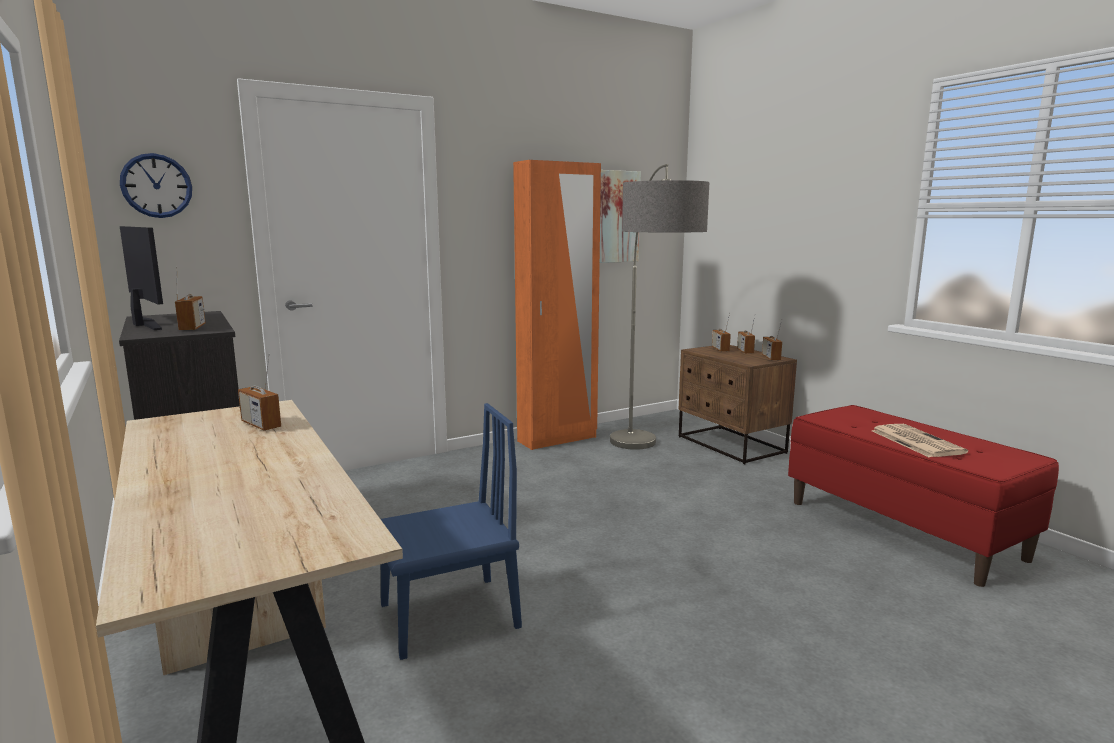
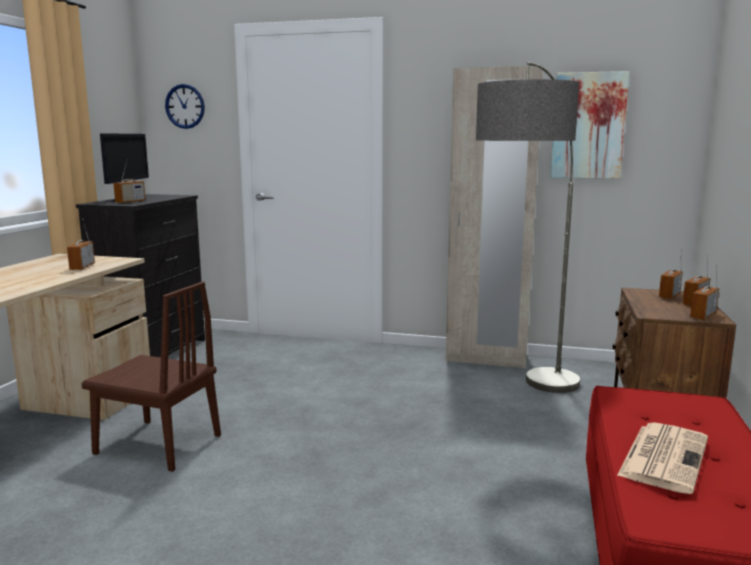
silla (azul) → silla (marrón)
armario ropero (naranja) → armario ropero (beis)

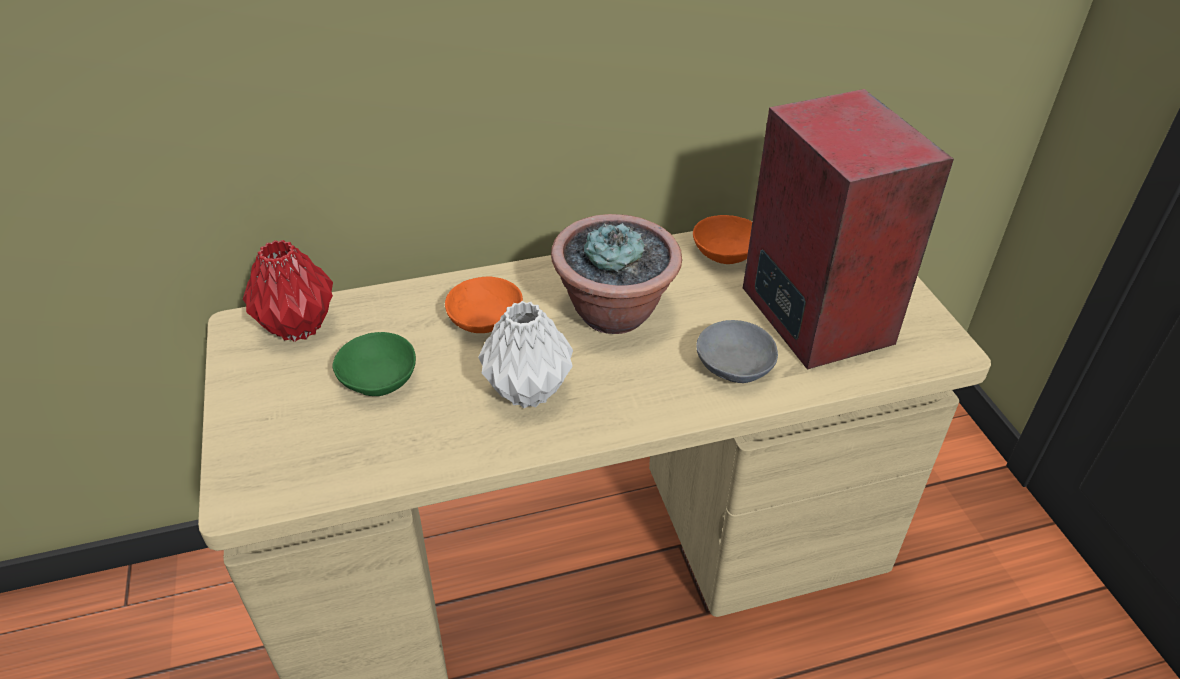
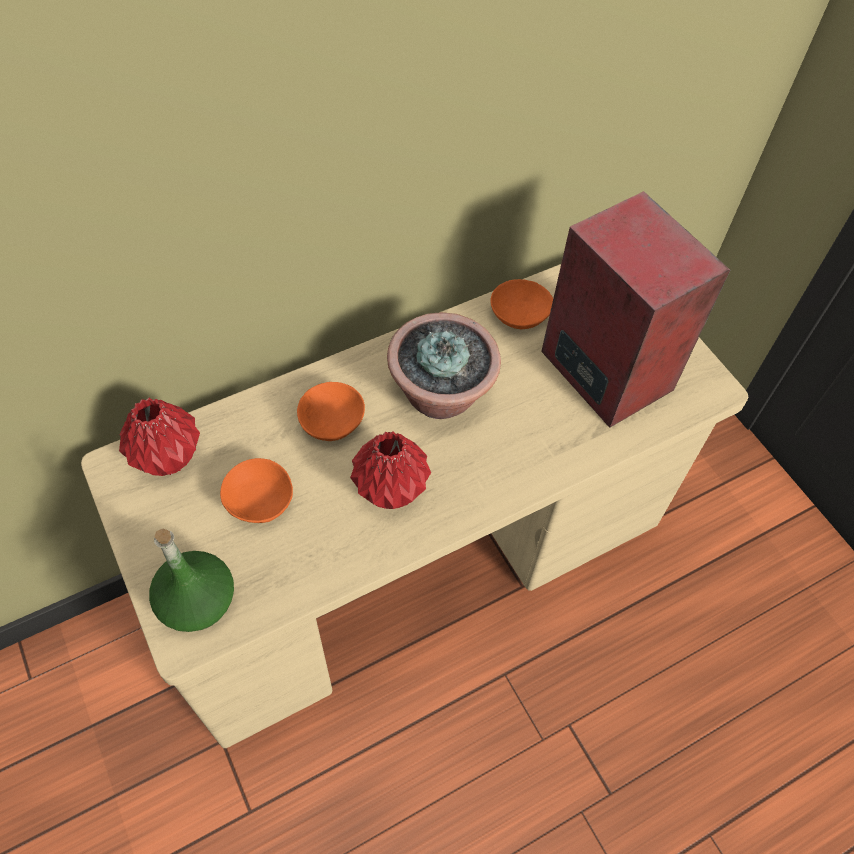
- → botella (verde)
cuenco (verde) → cuenco (naranja) (no. 1 from left)
florero (blanco) → florero (rojo) (no. 2 from left)
cuenco (gris) → -

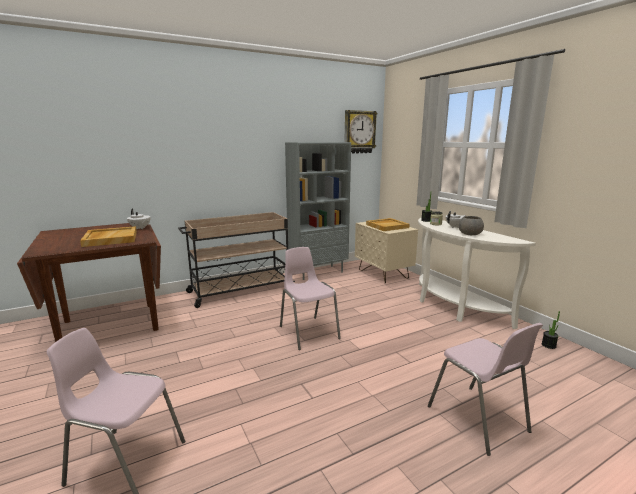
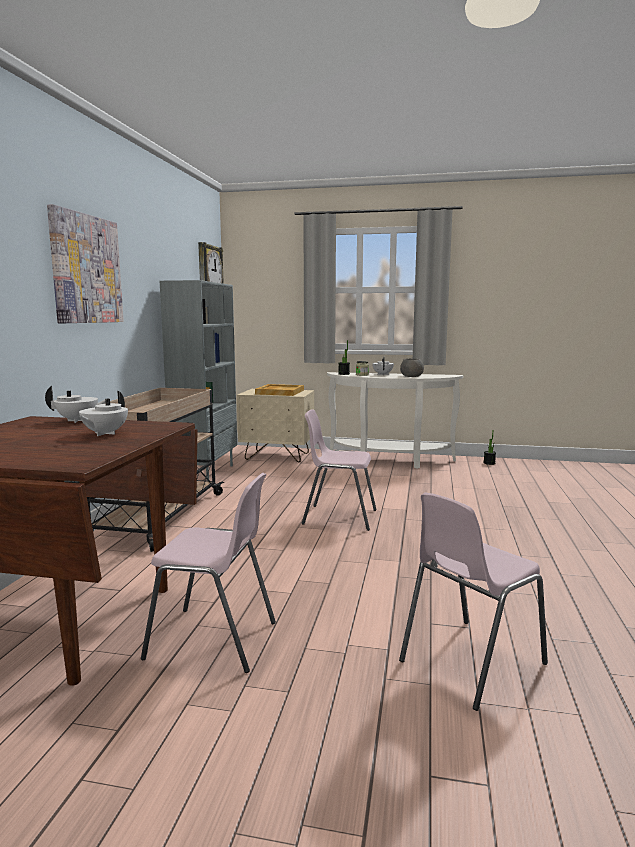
- → cuadro
bandeja (beis) (no. 1 from left) → tetera (blanco) (no. 2 from left)
silla (rosa) (no. 3 from left in the first image) → silla (rosa) (no. 1 from left), relocated

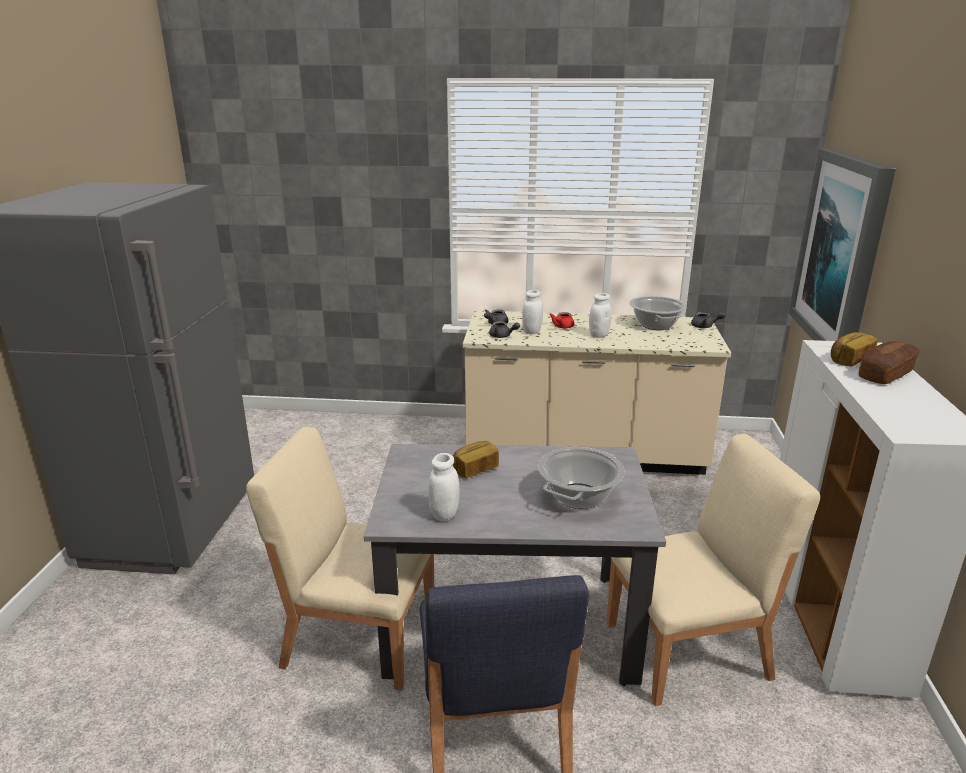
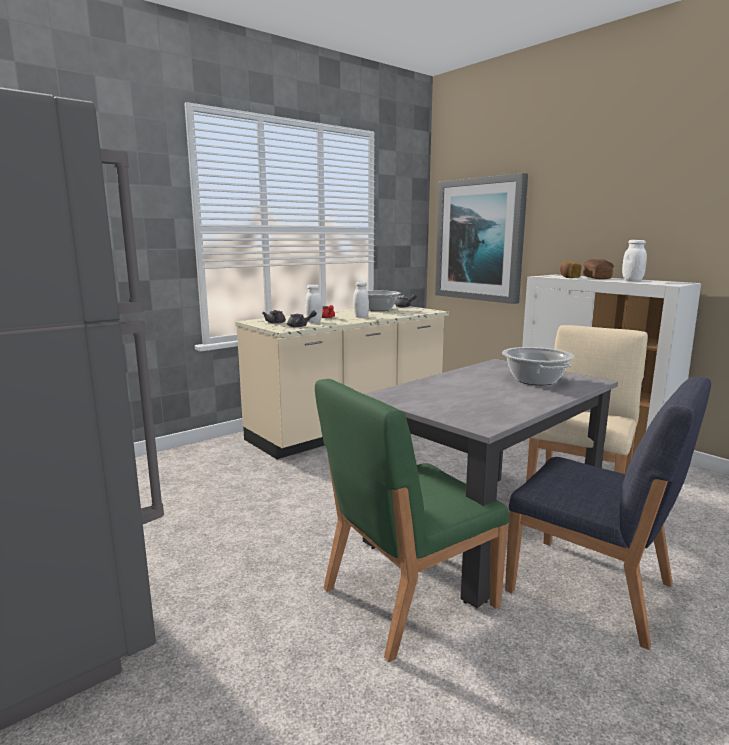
silla (beis) (no. 1 from left) → silla (verde)
tarro (blanco) (no. 1 from left in the first image) → tarro (blanco) (no. 3 from left), relocated
pan (no. 1 from left) → -

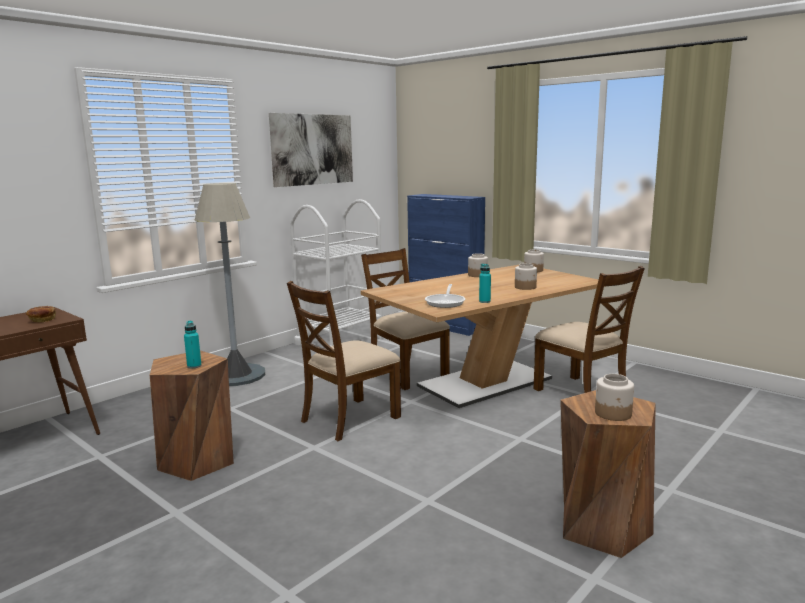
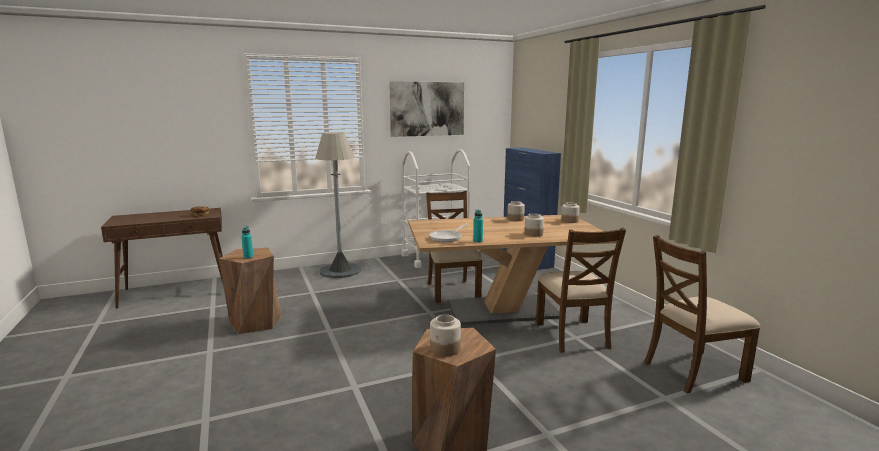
silla (marrón) (no. 1 from left in the first image) → silla (marrón) (no. 3 from left), relocated

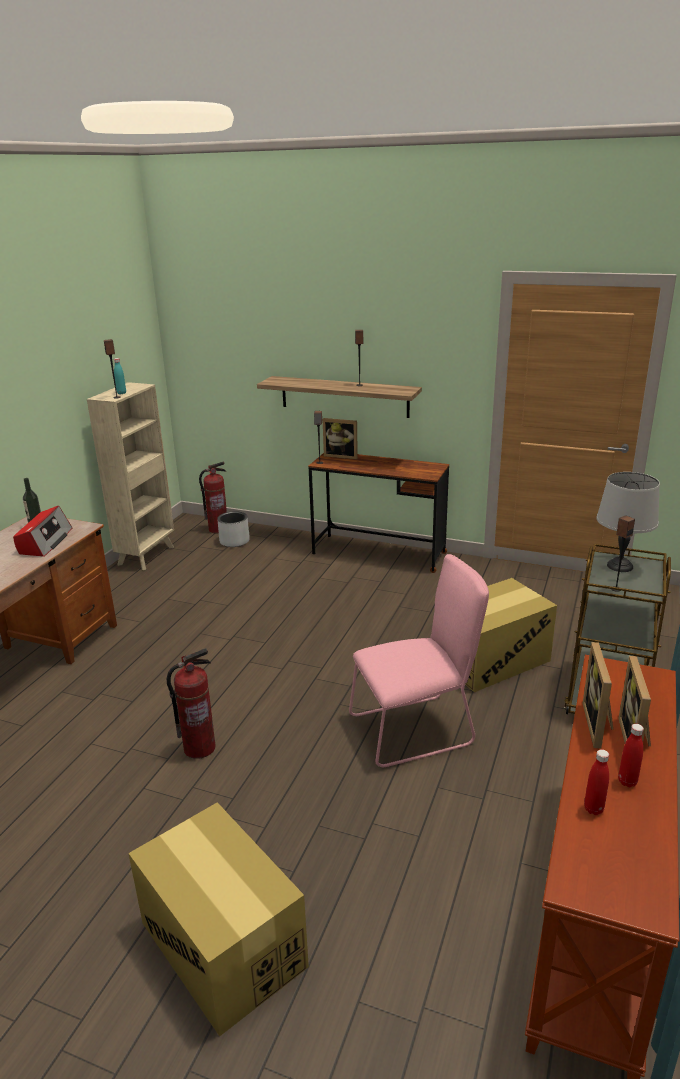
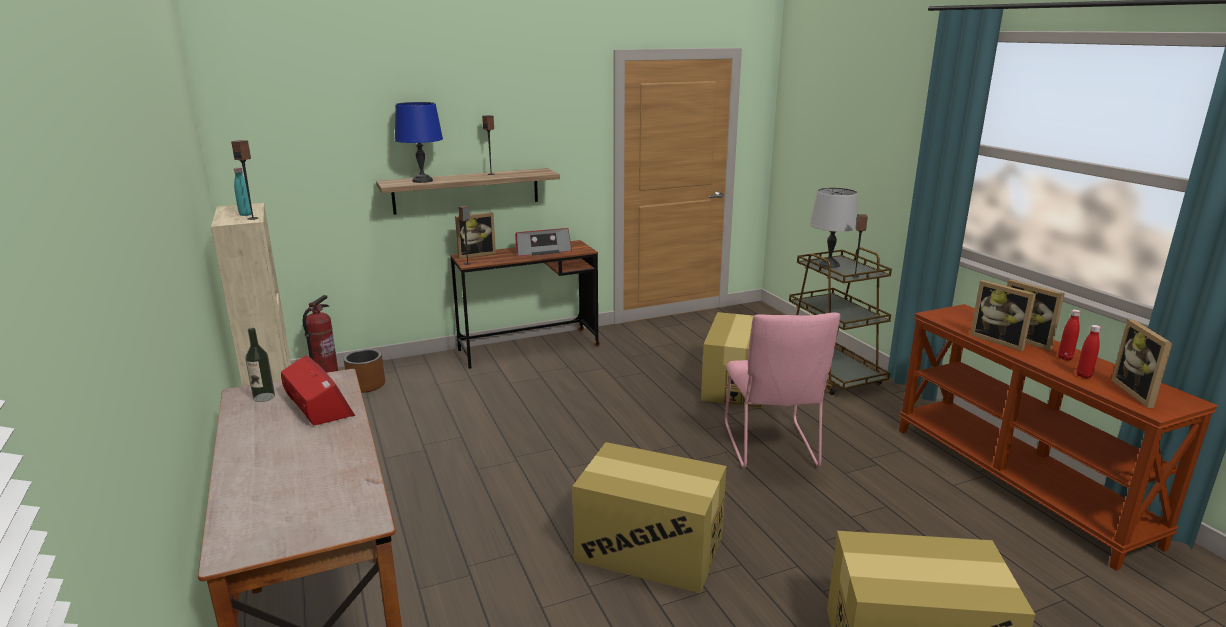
maceta (gris) → maceta (marrón)
- → lámpara de mesa (azul)
- → radio (no. 2 from left)
extintor (no. 1 from left) → caja de cartón (no. 1 from left)
silla (rosa), 150 degrees clockwise
- → portarretratos (no. 4 from left)

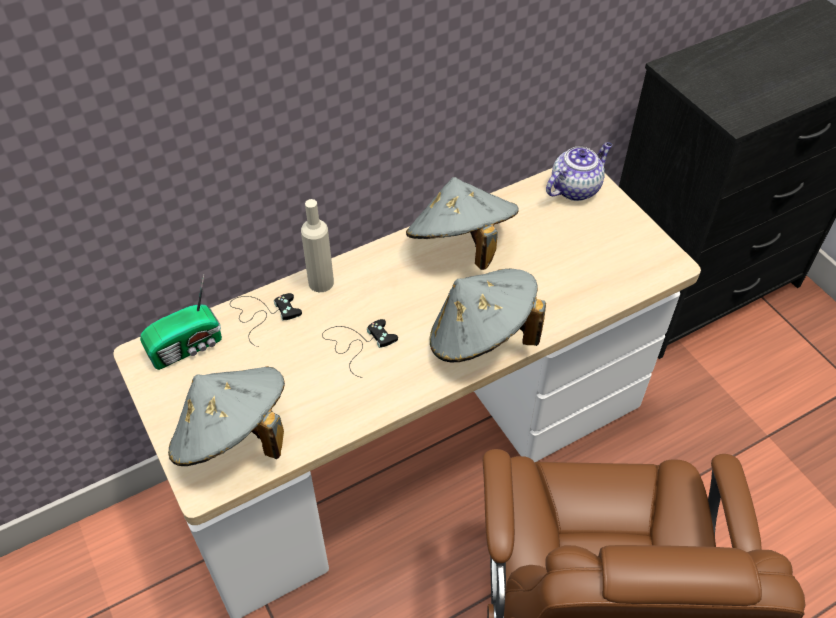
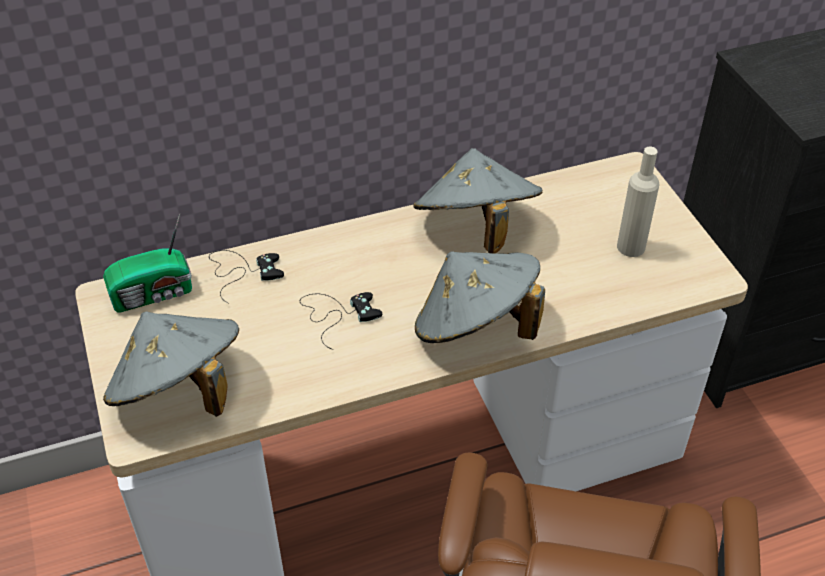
botella (beis), relocated
tetera → -

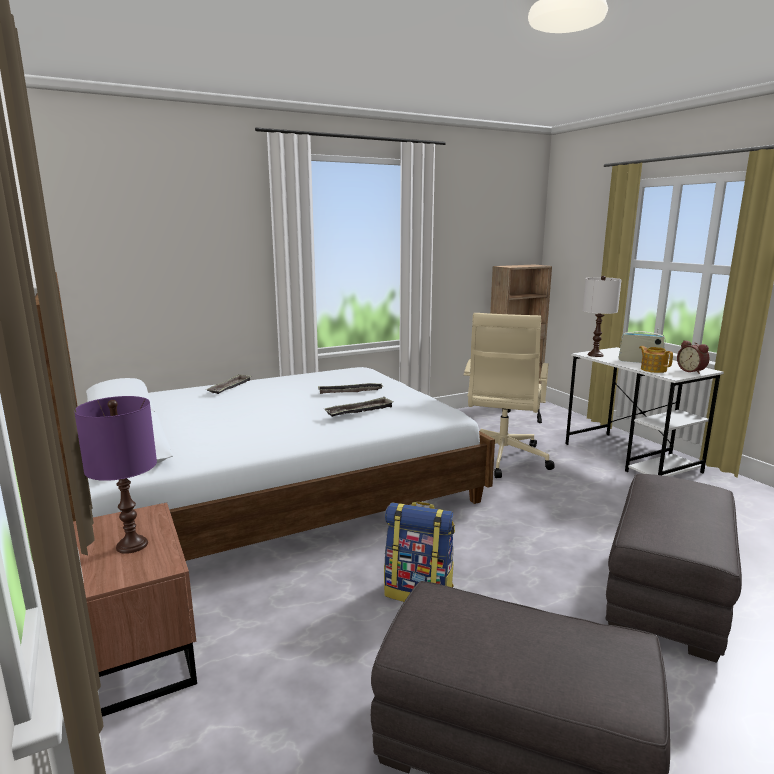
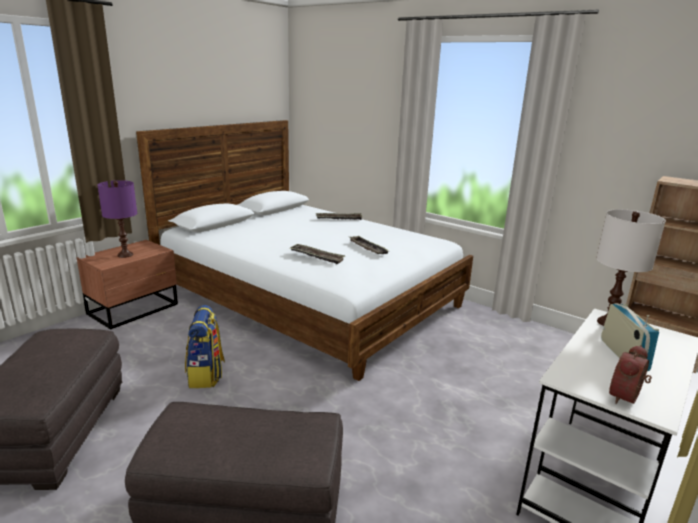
silla de oficina (beis) → -
tetera → -

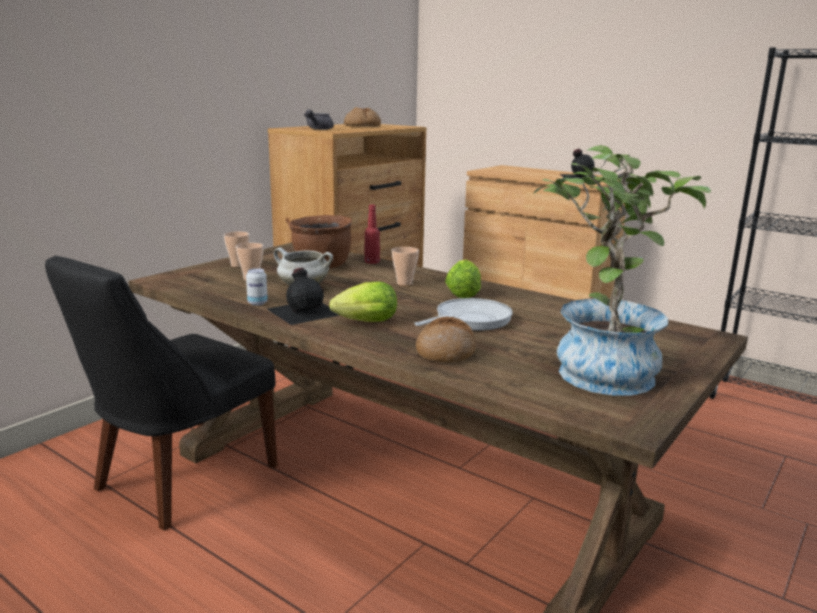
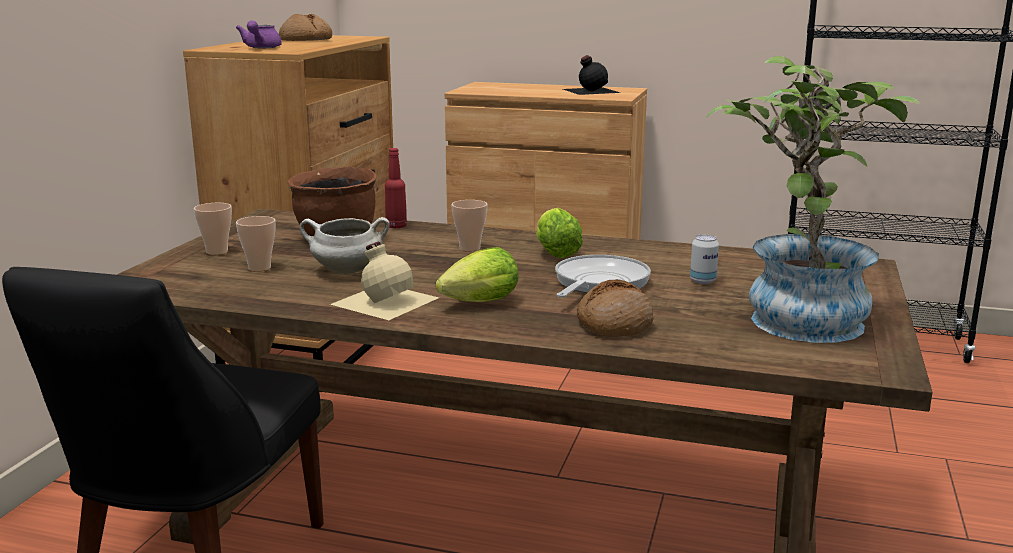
tetera (gris) → tetera (morado)
botella (negro) (no. 1 from left) → botella (beis)
lata, relocated

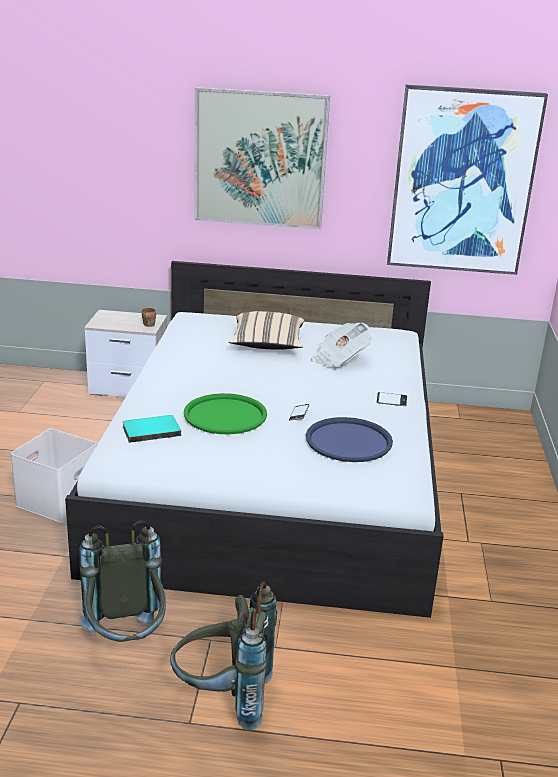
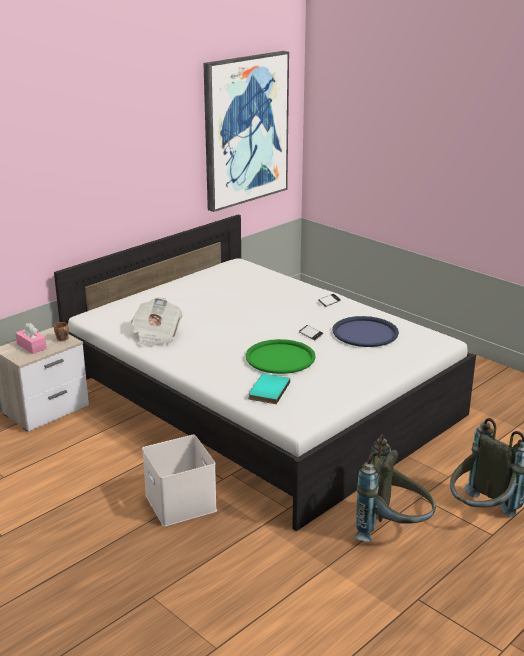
- → caja de pañuelos (rosa)
periódico, relocated
cuadro (no. 1 from left) → -
cojín (beis) → -

